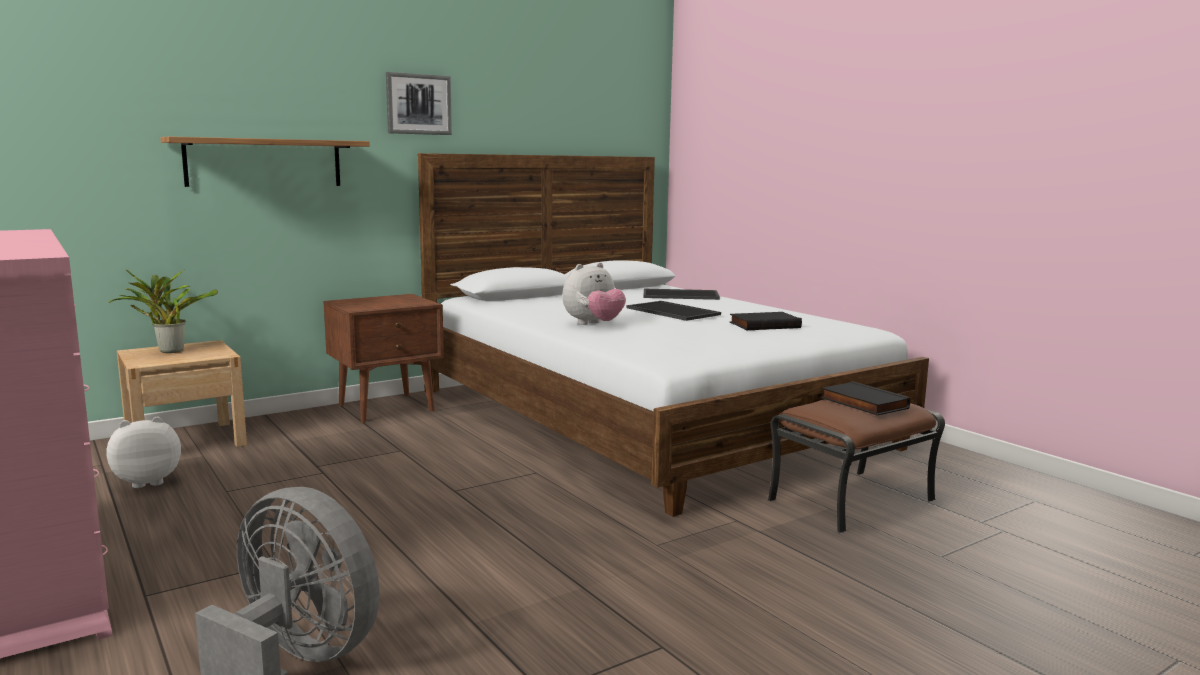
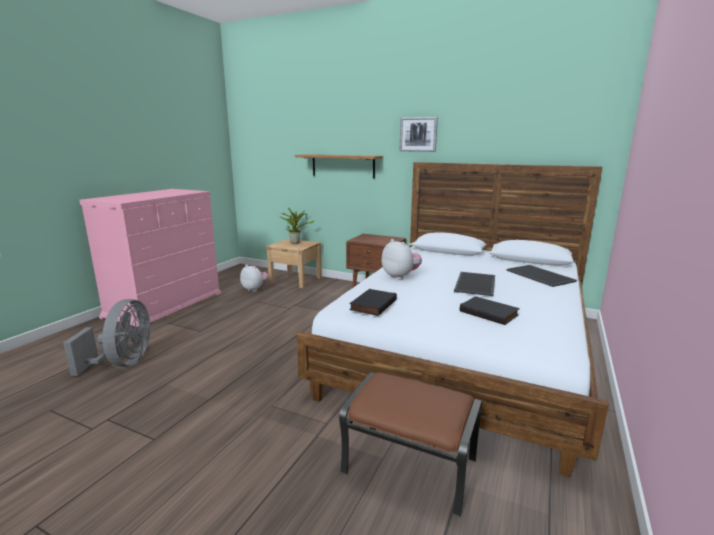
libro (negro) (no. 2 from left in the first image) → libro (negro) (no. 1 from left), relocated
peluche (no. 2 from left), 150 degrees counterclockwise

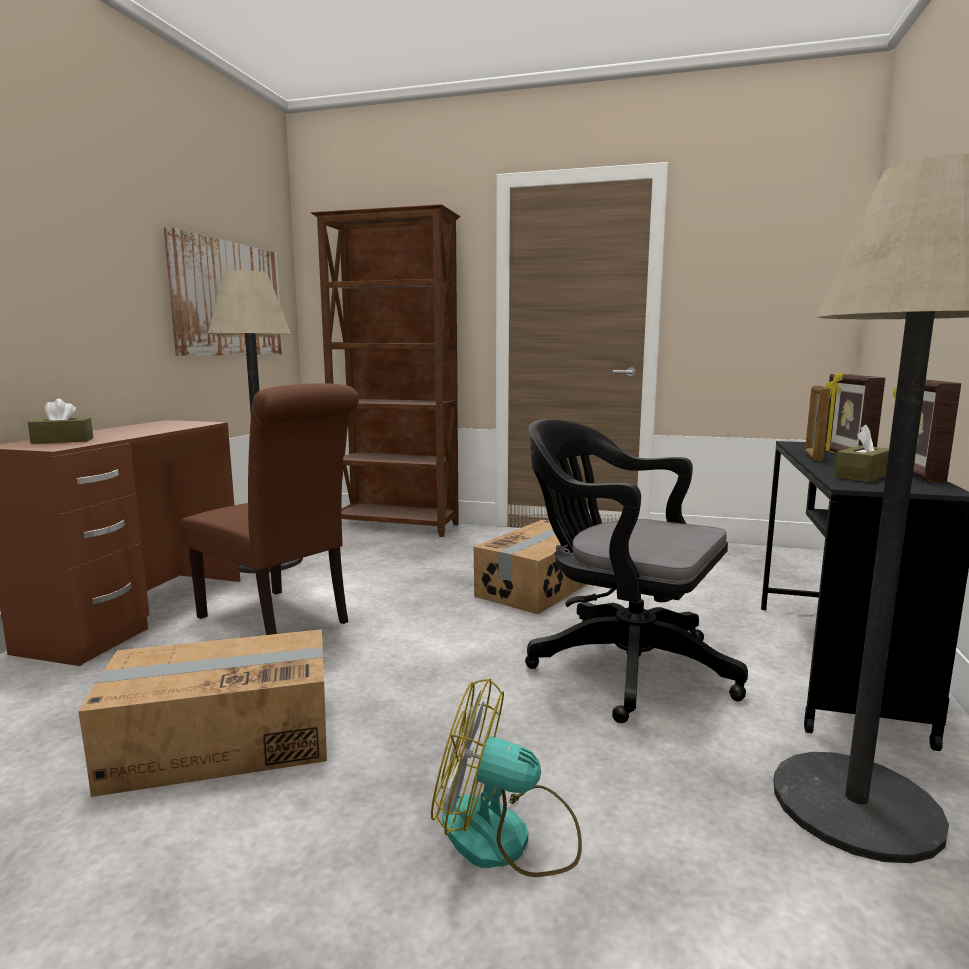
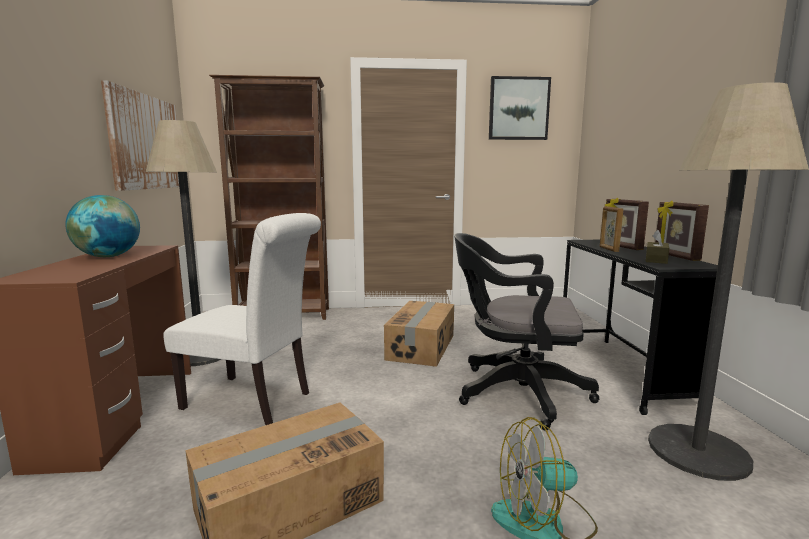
- → globo terráqueo
silla (marrón) → silla (blanco)
- → cuadro (no. 2 from left)
caja de pañuelos (marrón) (no. 1 from left) → -

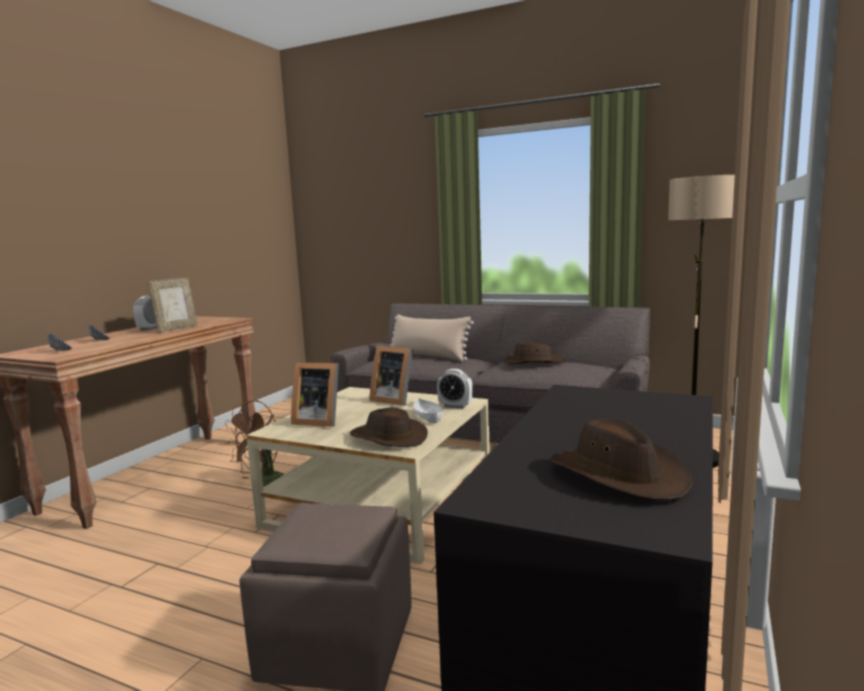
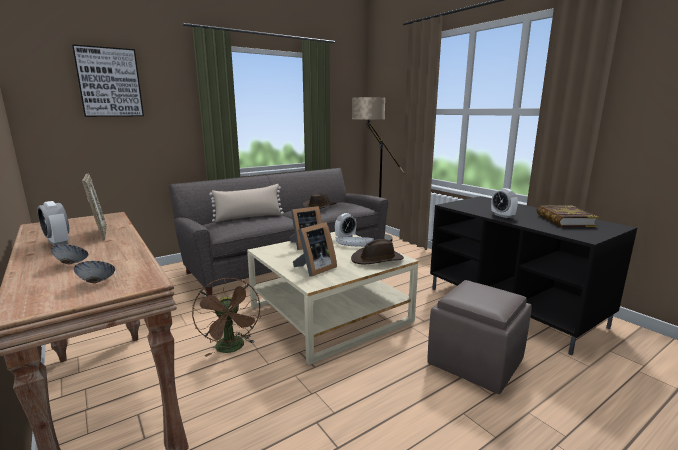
- → cuadro
- → despertador (no. 3 from left)
sombrero (marrón) (no. 3 from left) → libro

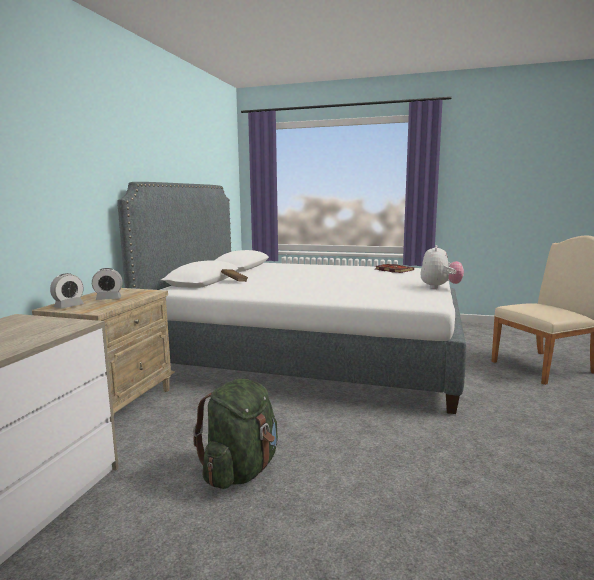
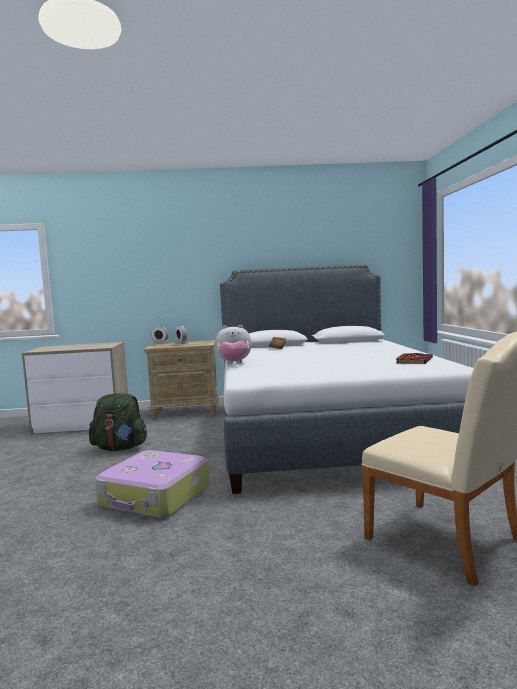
- → maleta
peluche, relocated

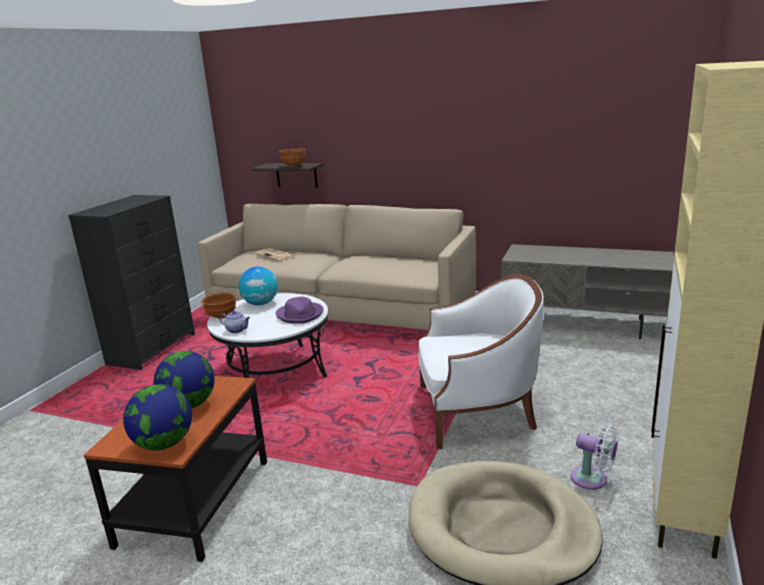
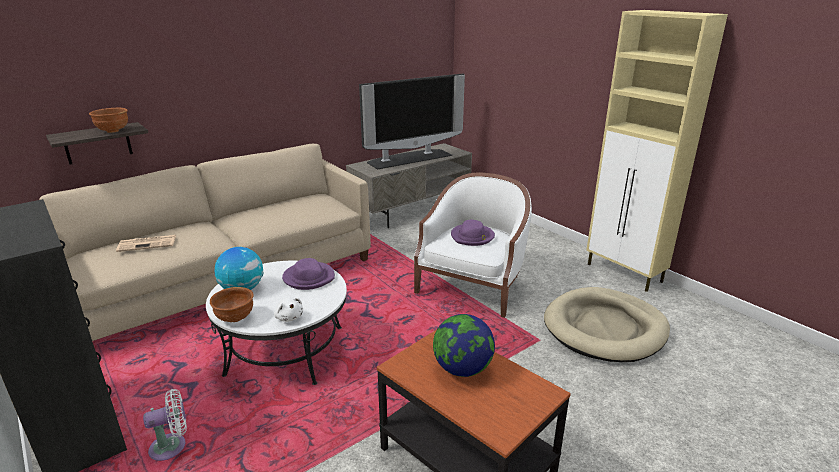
ventilador (blanco), relocated
tetera → peluche (blanco)
- → televisor
- → sombrero (morado) (no. 2 from left)
globo terráqueo (no. 1 from left) → -

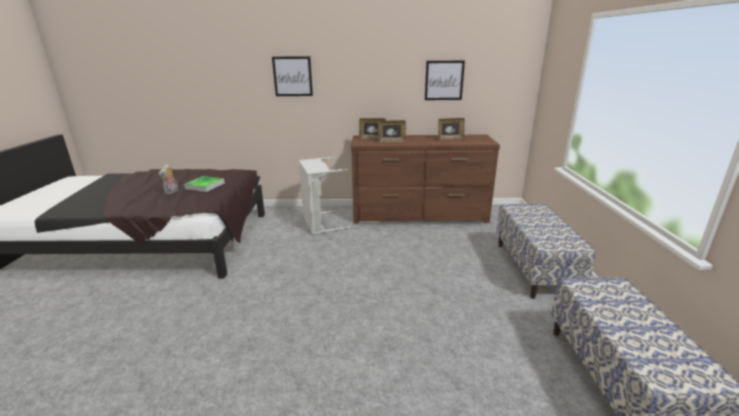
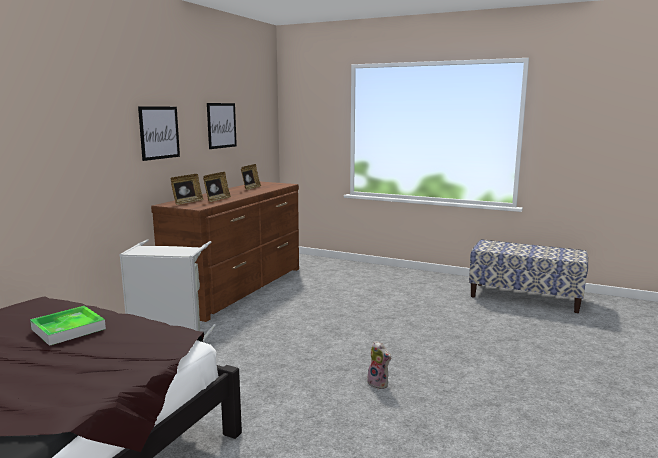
cuadro (no. 1 from left), relocated
peluche, relocated
banco (no. 1 from left) → -

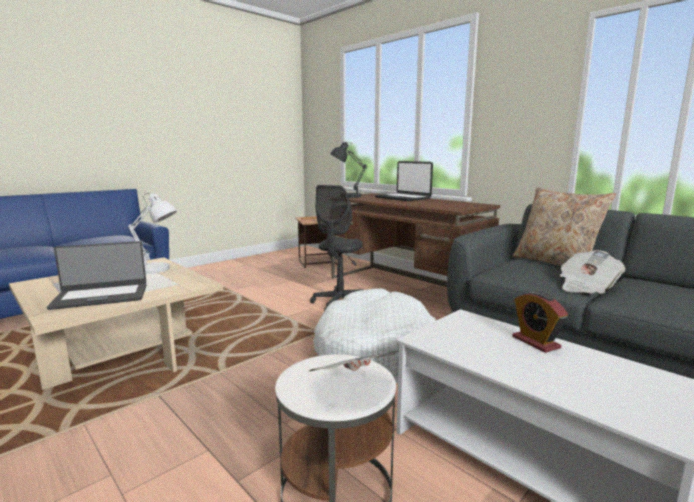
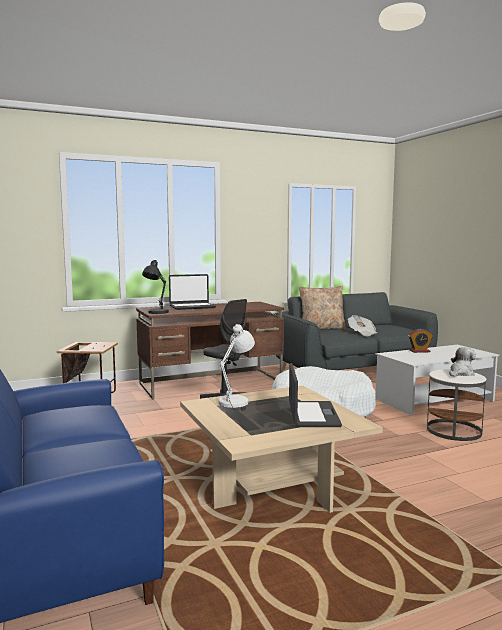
periódico (no. 1 from left) → peluche

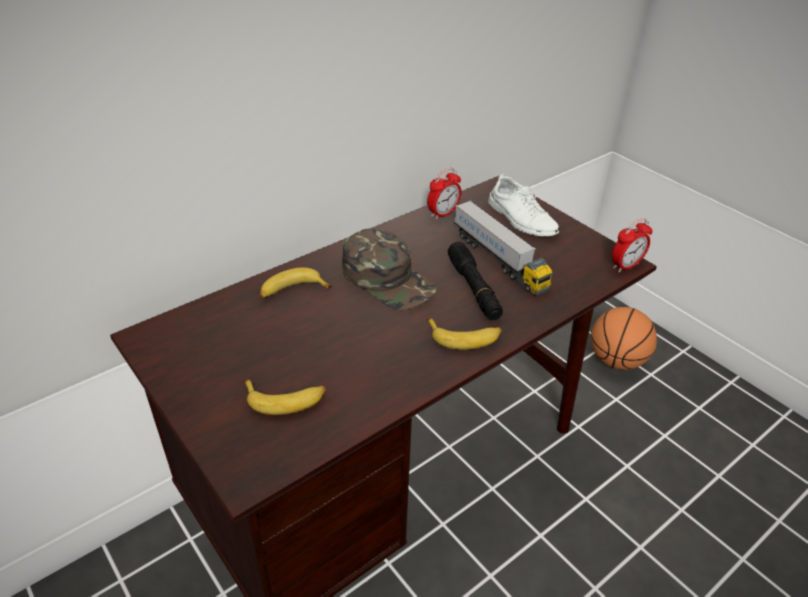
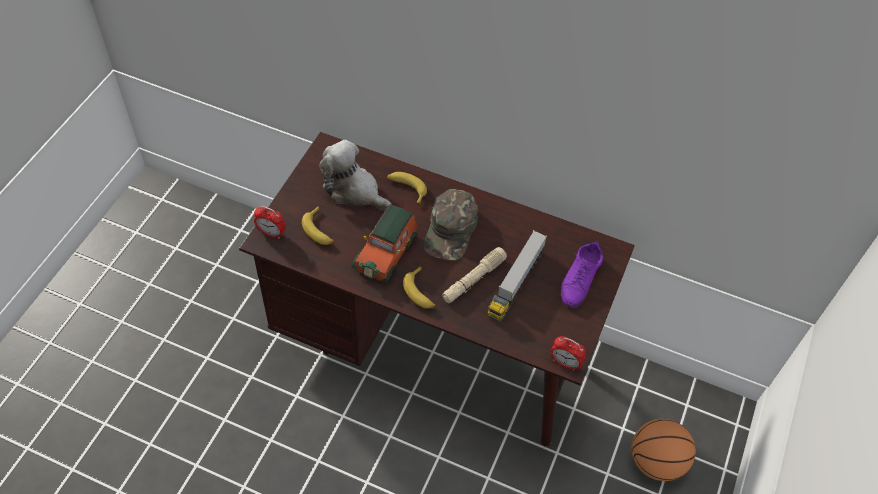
despertador (no. 1 from left), relocated
- → peluche
- → coche de juguete
linterna (negro) → linterna (beis)
zapato (blanco) → zapato (morado)

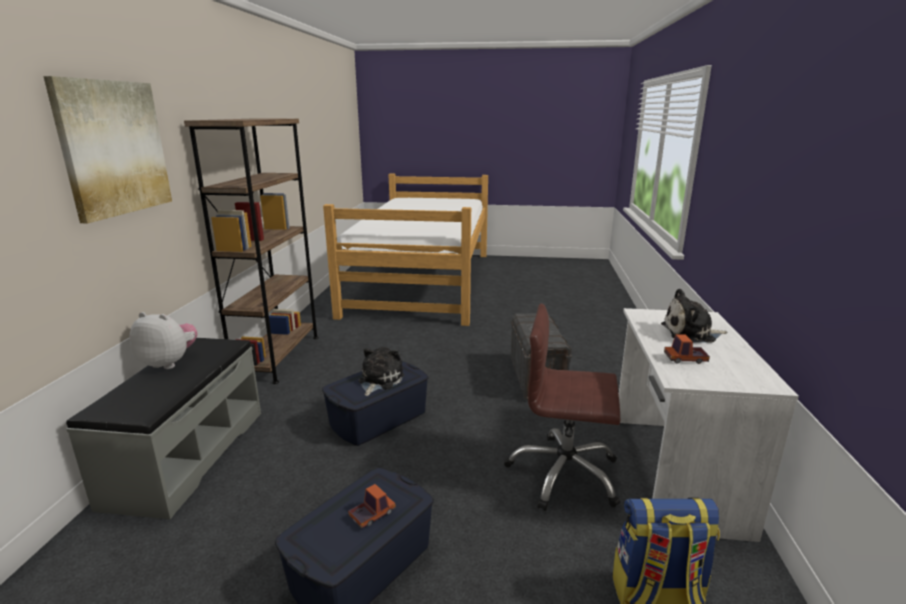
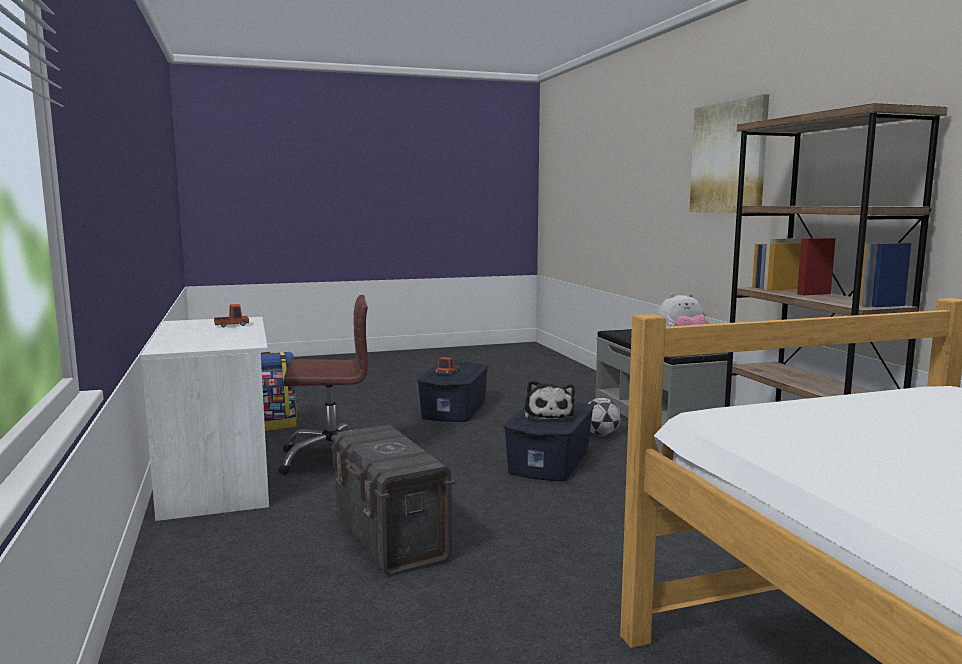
- → balón de fútbol
peluche (no. 3 from left) → -

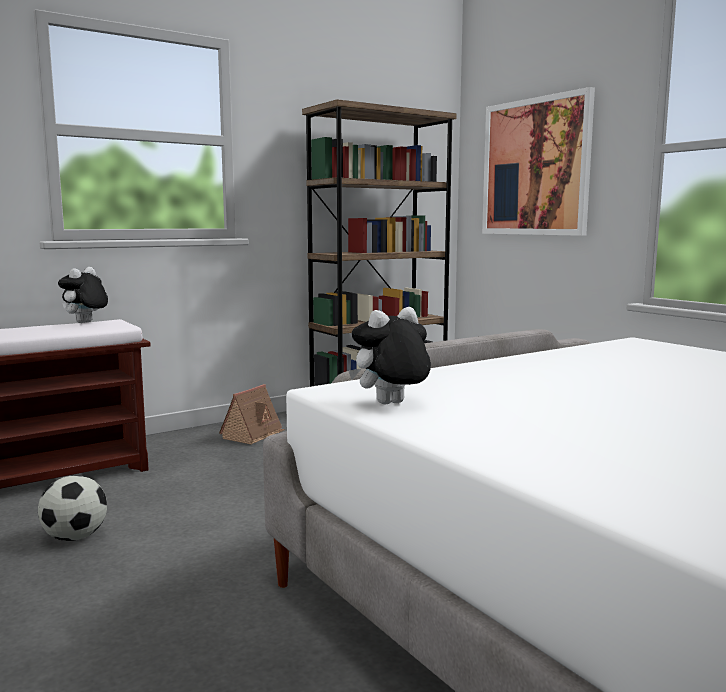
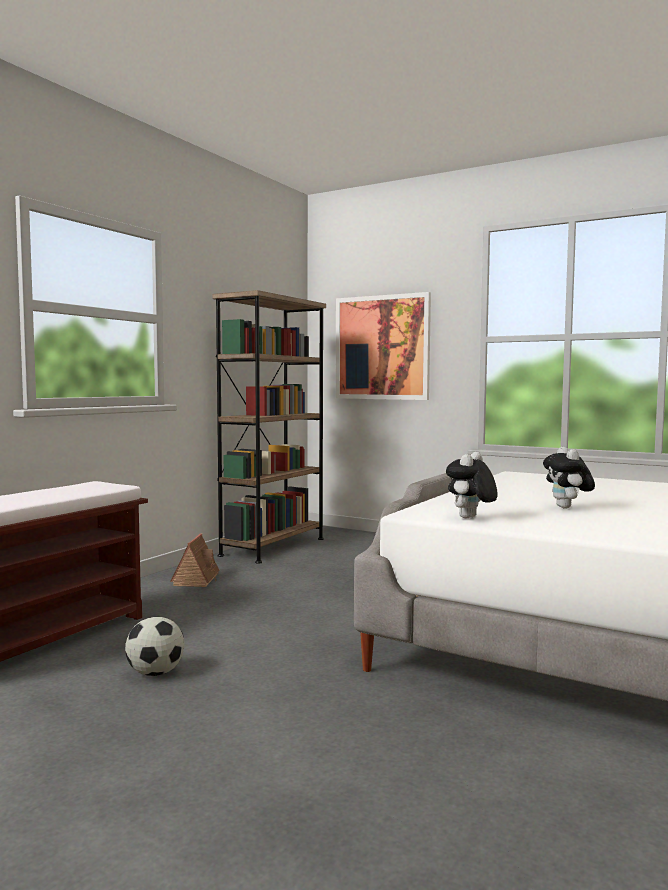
peluche (no. 1 from left in the first image) → peluche (no. 2 from left), relocated

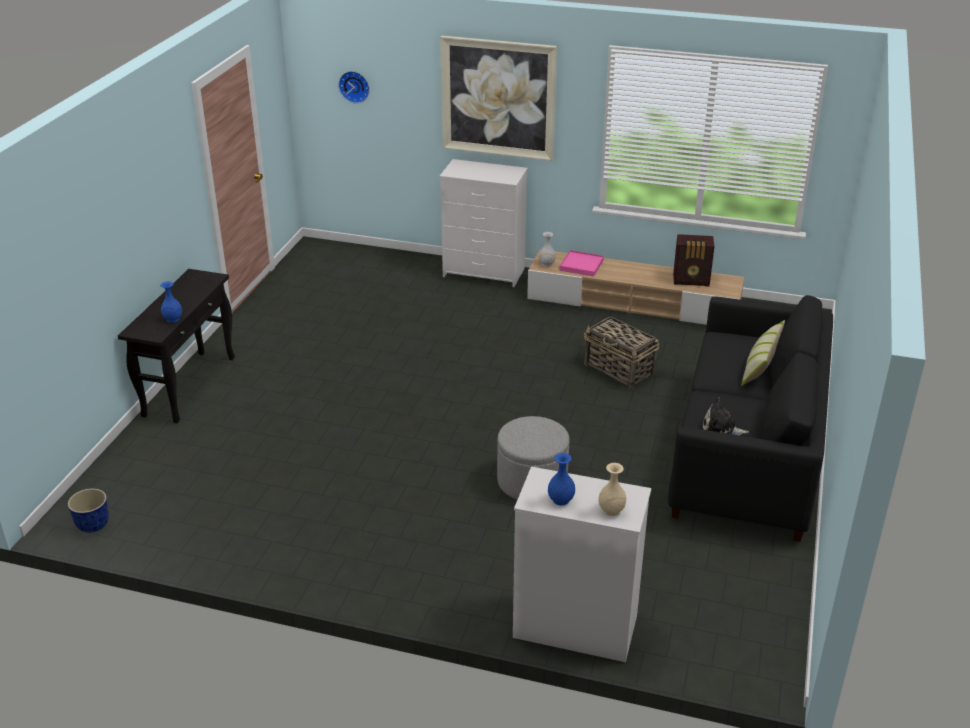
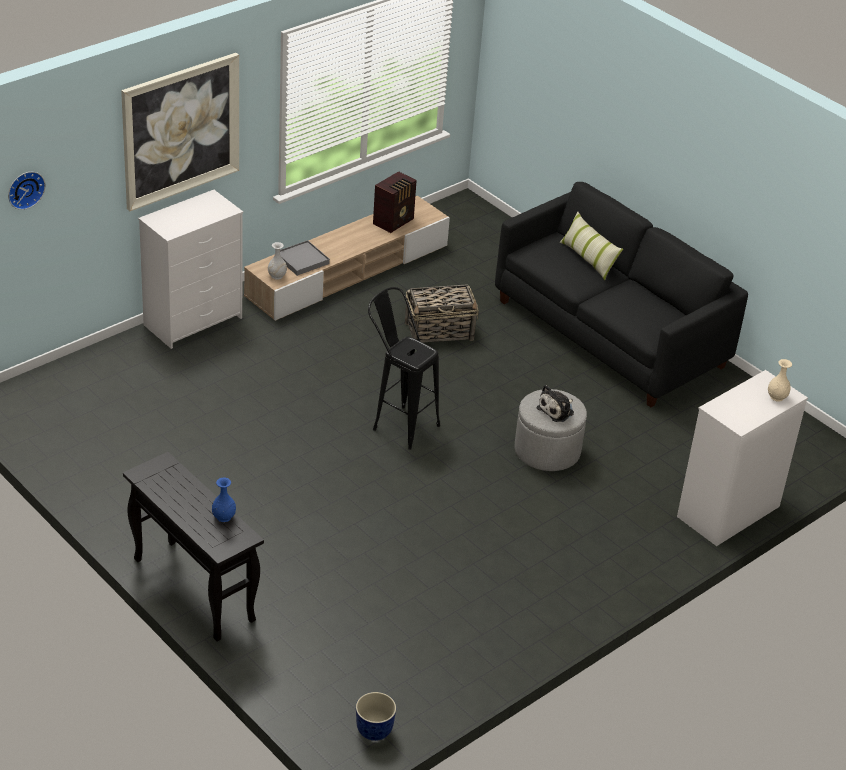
bandeja (rosa) → bandeja (gris)
- → taburete (negro)
peluche, relocated
florero (azul) (no. 2 from left) → -

